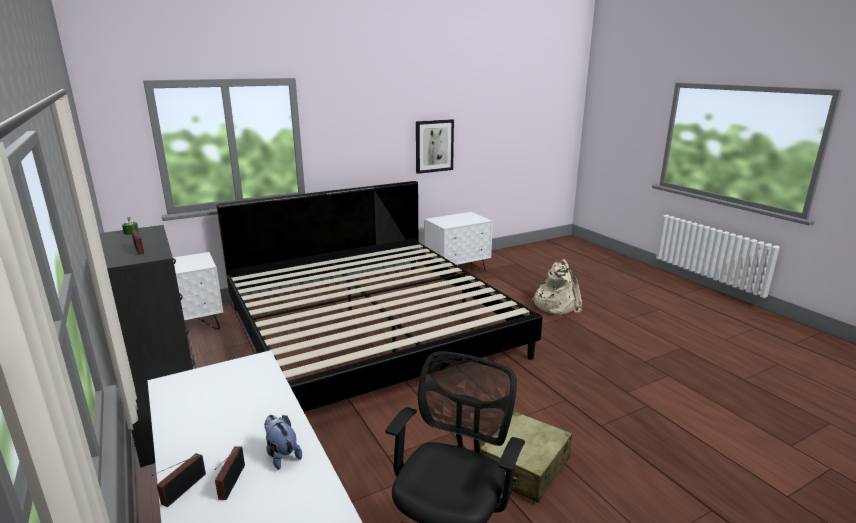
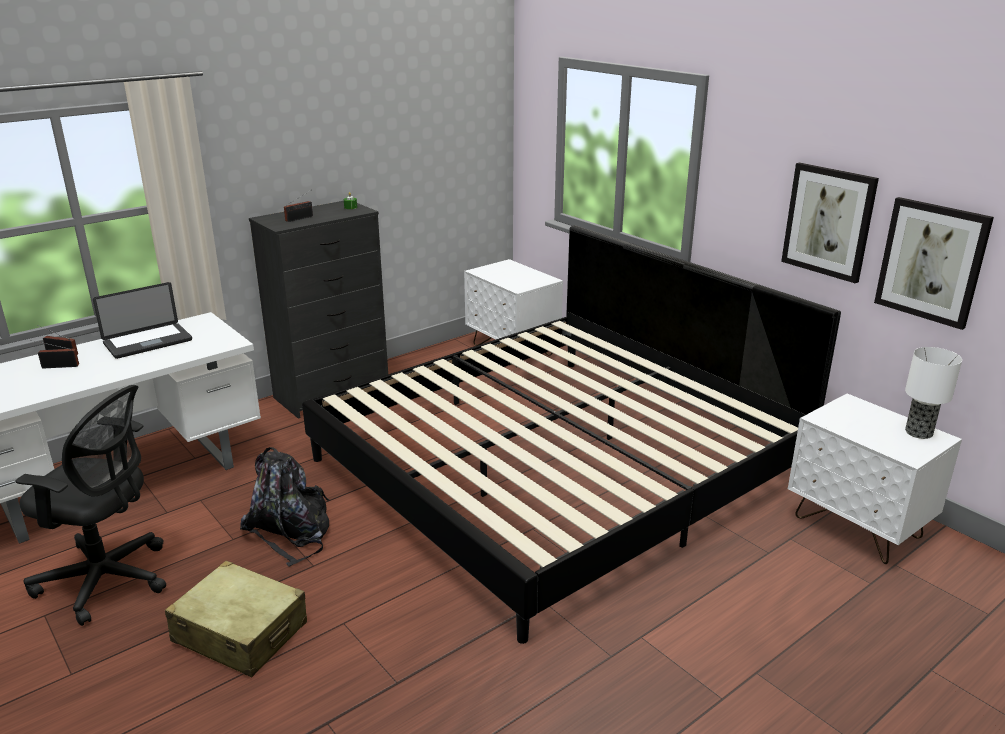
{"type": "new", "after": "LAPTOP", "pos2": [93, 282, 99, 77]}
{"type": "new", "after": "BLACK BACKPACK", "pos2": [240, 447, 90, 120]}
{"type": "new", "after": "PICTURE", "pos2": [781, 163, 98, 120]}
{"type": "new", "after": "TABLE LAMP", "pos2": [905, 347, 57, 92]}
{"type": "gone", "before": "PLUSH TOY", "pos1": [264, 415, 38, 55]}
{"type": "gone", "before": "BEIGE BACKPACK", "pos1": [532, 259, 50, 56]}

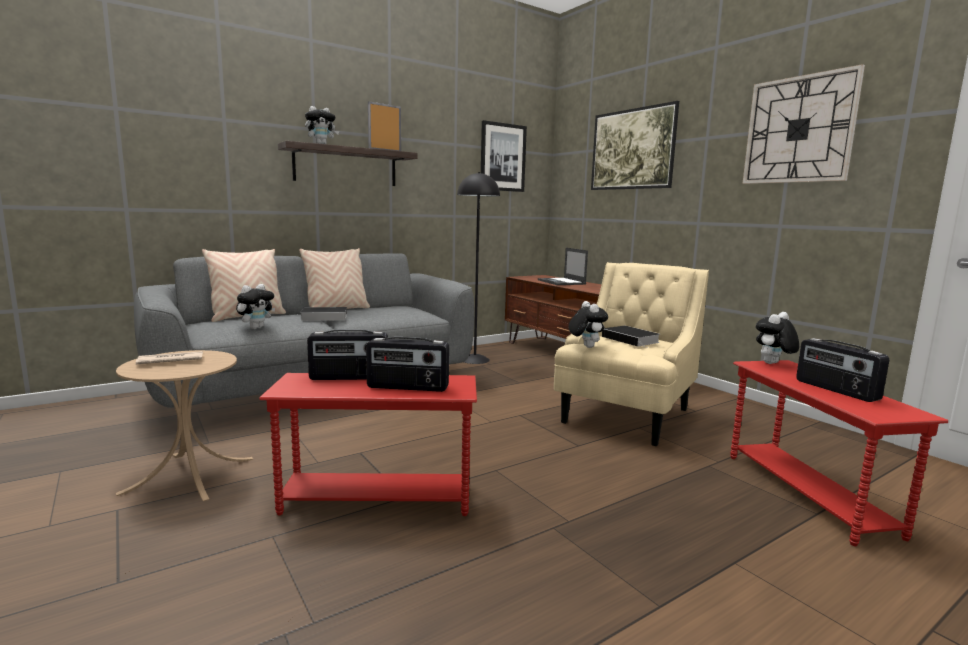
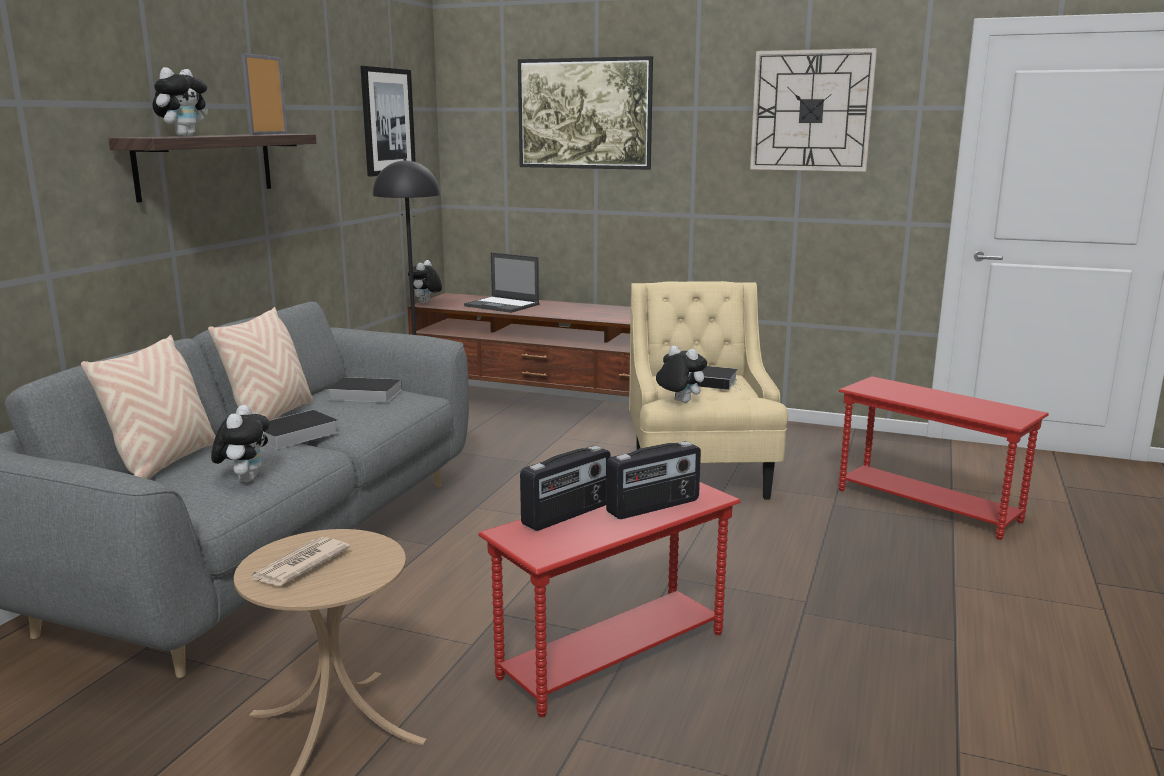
{"type": "new", "after": "BOOK", "pos2": [327, 377, 75, 26]}
{"type": "shifted", "before": "PLUSH TOY", "pos1": [756, 312, 43, 52], "pos2": [408, 260, 34, 44]}
{"type": "gone", "before": "RADIO", "pos1": [796, 338, 93, 64]}

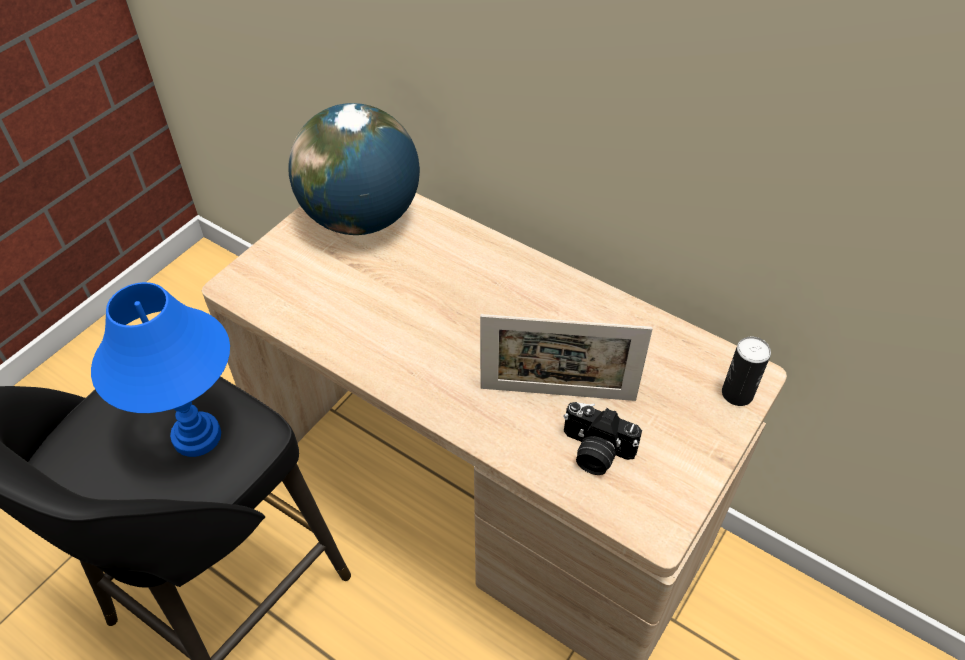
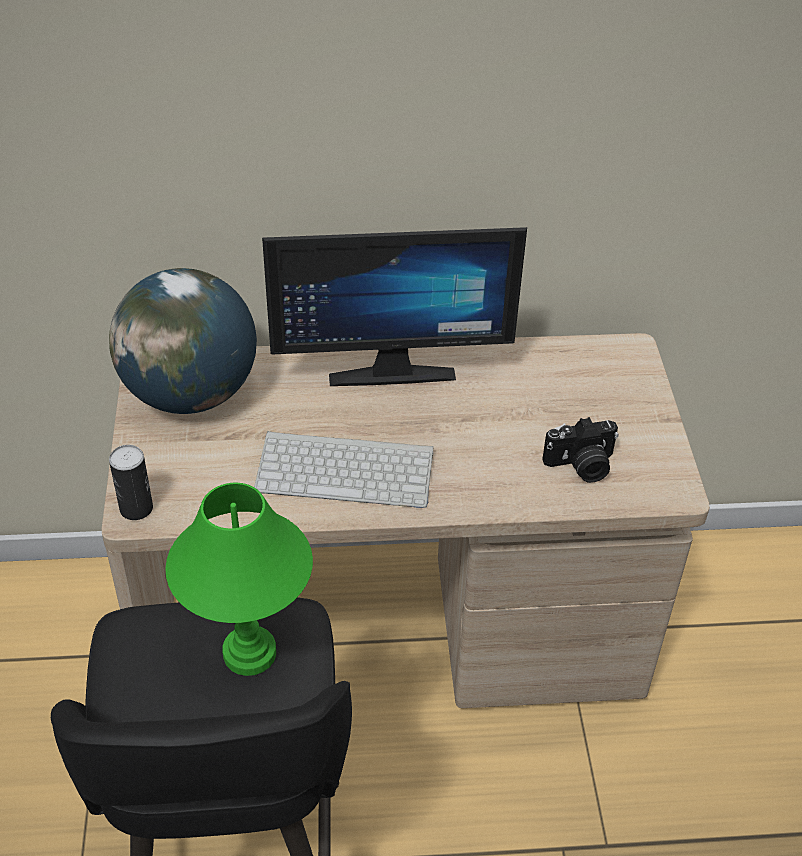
{"type": "shifted", "before": "CAN", "pos1": [722, 337, 49, 69], "pos2": [109, 445, 44, 75]}
{"type": "repainted", "before": "BLUE TABLE LAMP", "after": "GREEN TABLE LAMP", "pos1": [91, 282, 139, 175], "pos2": [165, 483, 148, 193]}
{"type": "new", "after": "KEYBOARD", "pos2": [254, 431, 180, 77]}
{"type": "new", "after": "MONITOR", "pos2": [262, 227, 265, 159]}
{"type": "gone", "before": "PICTURE FRAME", "pos1": [480, 314, 173, 87]}

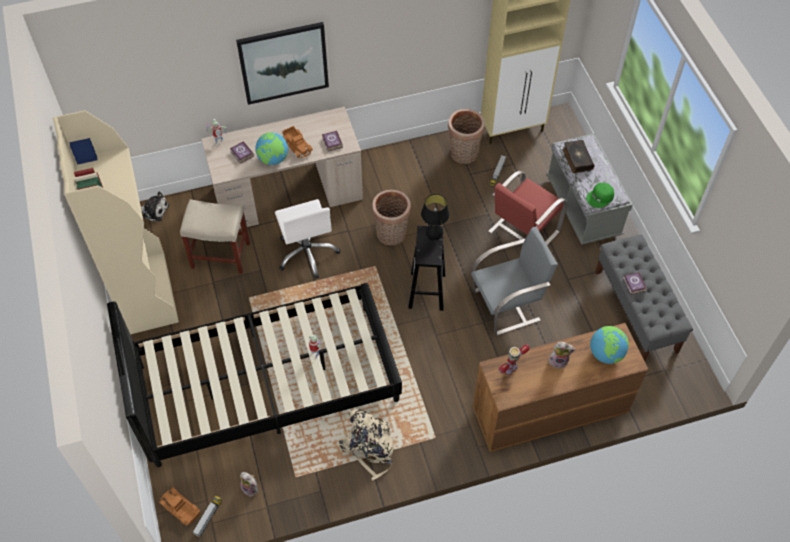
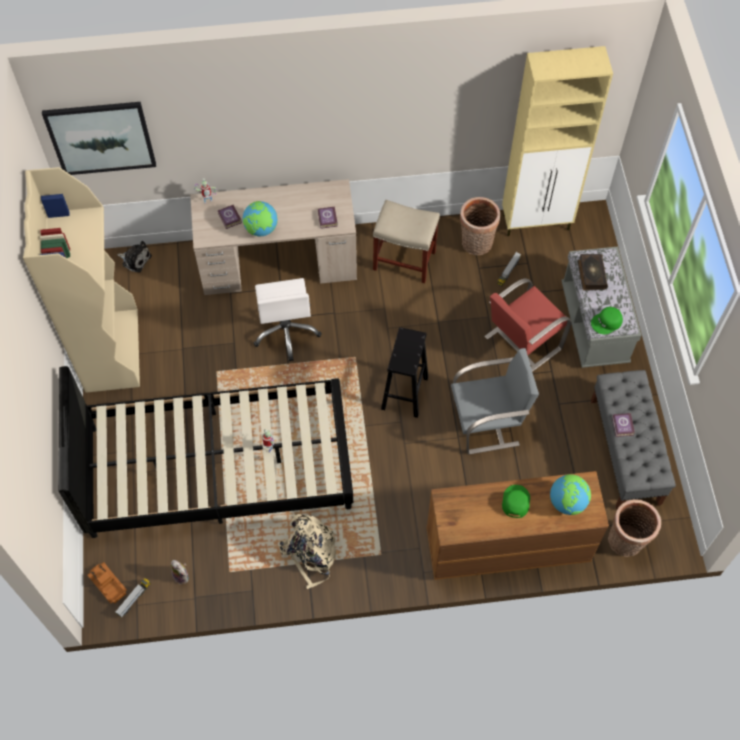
{"type": "shifted", "before": "PICTURE", "pos1": [236, 22, 93, 83], "pos2": [42, 102, 114, 73]}
{"type": "shifted", "before": "BEIGE STOOL", "pos1": [180, 199, 70, 75], "pos2": [373, 200, 67, 83]}
{"type": "swapped", "before": "PLUSH TOY", "after": "GREEN CAP", "pos1": [548, 342, 28, 27], "pos2": [502, 485, 28, 33]}
{"type": "shifted", "before": "BASKET", "pos1": [372, 189, 39, 56], "pos2": [608, 500, 53, 57]}
{"type": "gone", "before": "TOY TRUCK", "pos1": [282, 126, 31, 32]}
{"type": "gone", "before": "BLACK TABLE LAMP", "pos1": [421, 194, 28, 47]}
{"type": "gone", "before": "TOY ROBOT", "pos1": [499, 344, 31, 31]}

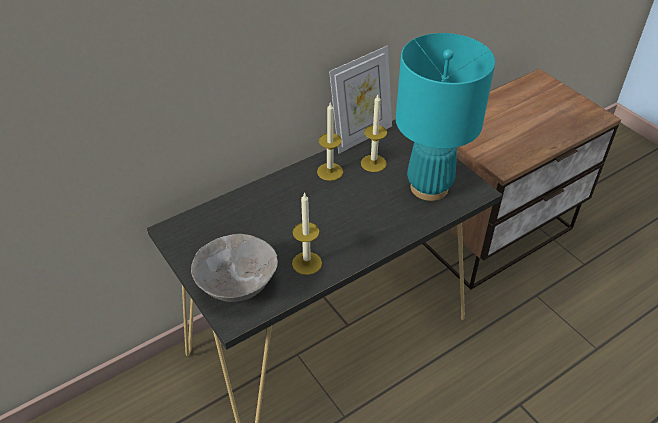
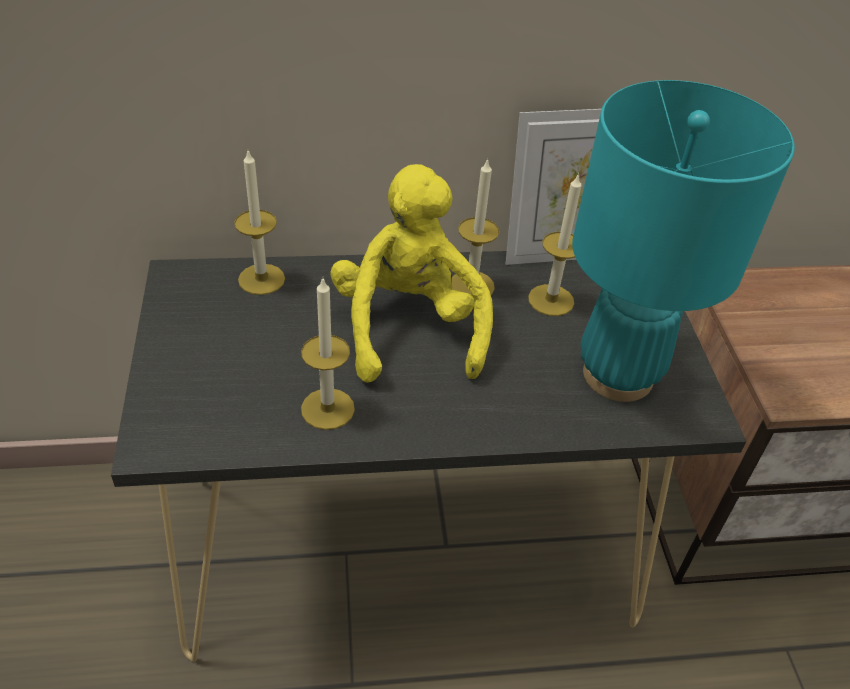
{"type": "new", "after": "CANDLE", "pos2": [234, 151, 51, 144]}
{"type": "new", "after": "YELLOW PLUSH TOY", "pos2": [331, 164, 162, 219]}
{"type": "gone", "before": "GREY BOWL", "pos1": [191, 234, 87, 68]}

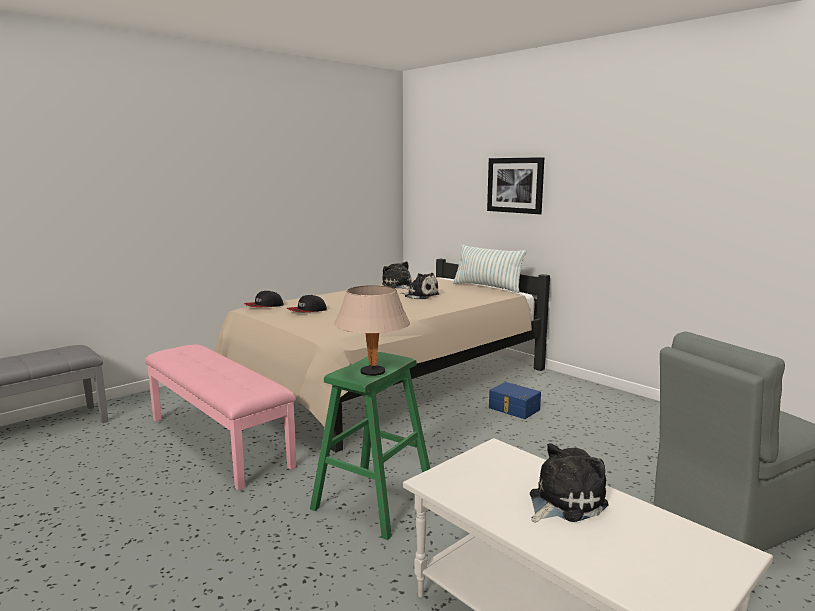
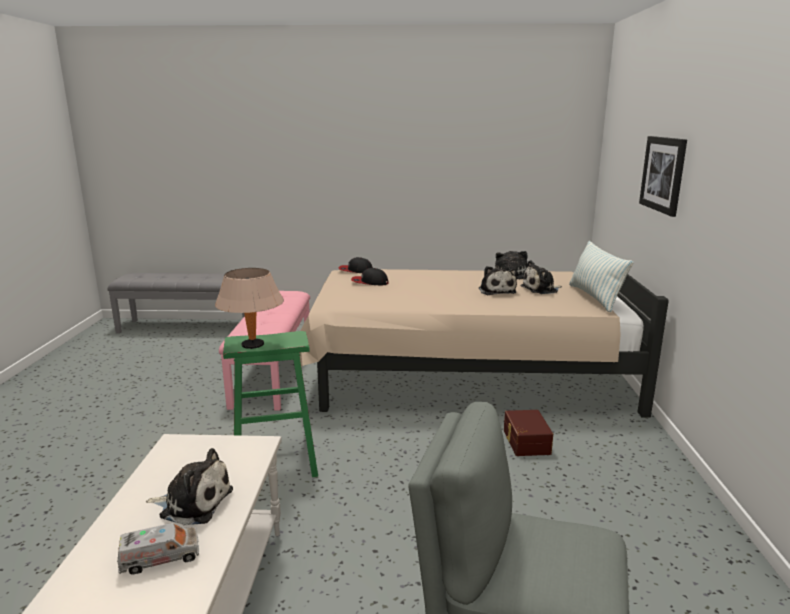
{"type": "new", "after": "TOY TRUCK", "pos2": [117, 523, 82, 52]}
{"type": "repainted", "before": "BLUE STORAGE BOX", "after": "BROWN STORAGE BOX", "pos1": [489, 382, 52, 37], "pos2": [504, 410, 49, 46]}
{"type": "new", "after": "PLUSH TOY", "pos2": [521, 260, 41, 34]}

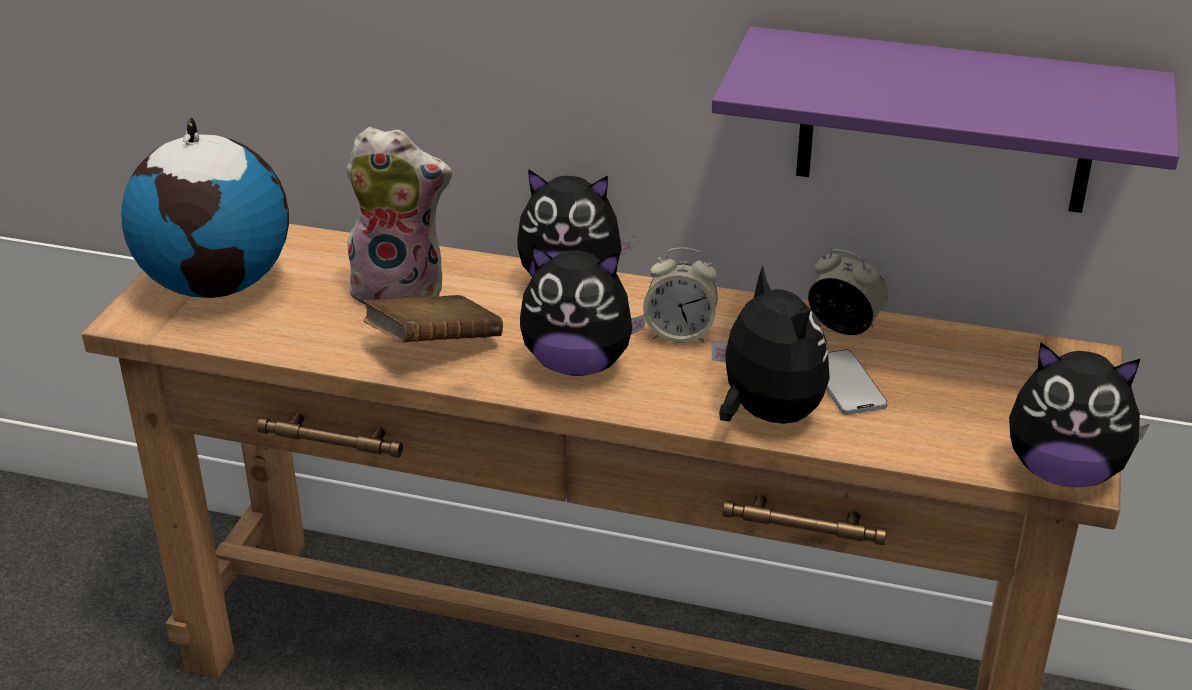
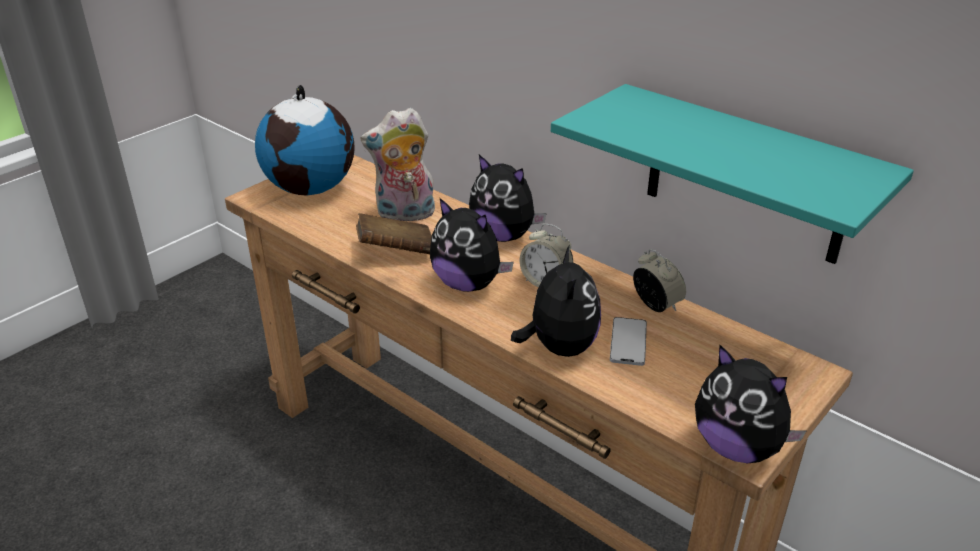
{"type": "rotated", "before": "PLUSH TOY", "pos1": [346, 127, 106, 182], "pos2": [360, 108, 75, 113], "turn": 135}
{"type": "repainted", "before": "PURPLE SHELF", "after": "TURQUOISE SHELF", "pos1": [712, 26, 467, 187], "pos2": [551, 84, 363, 180]}

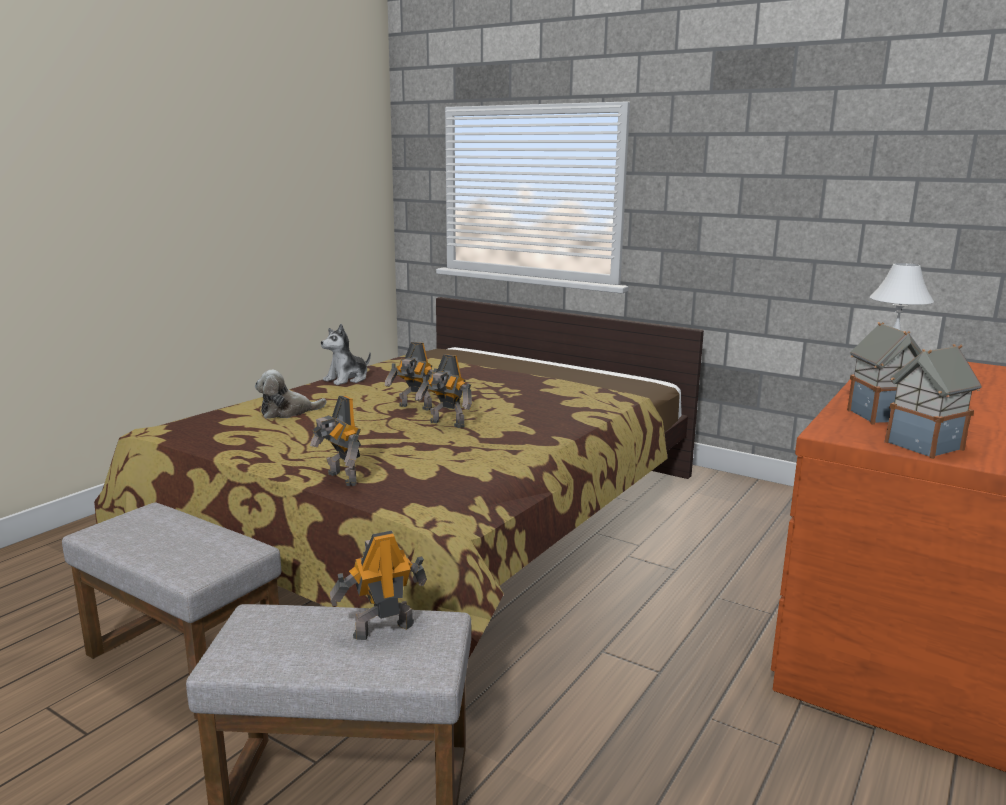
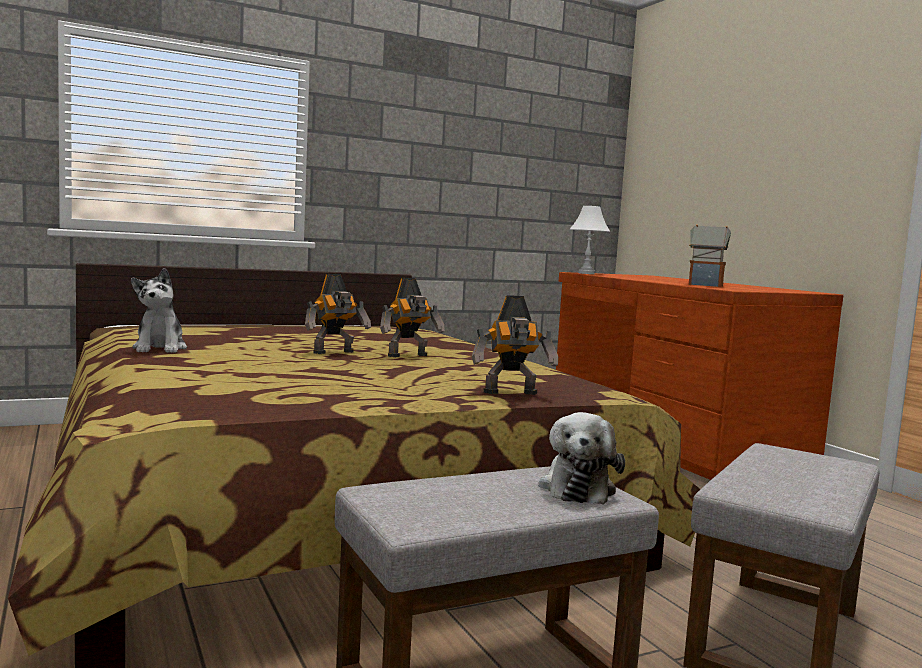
{"type": "shifted", "before": "PLUSH TOY", "pos1": [255, 370, 72, 49], "pos2": [539, 412, 86, 93]}
{"type": "gone", "before": "TOY ROBOT", "pos1": [330, 531, 97, 109]}
{"type": "gone", "before": "TOY HOUSE", "pos1": [884, 344, 97, 115]}

